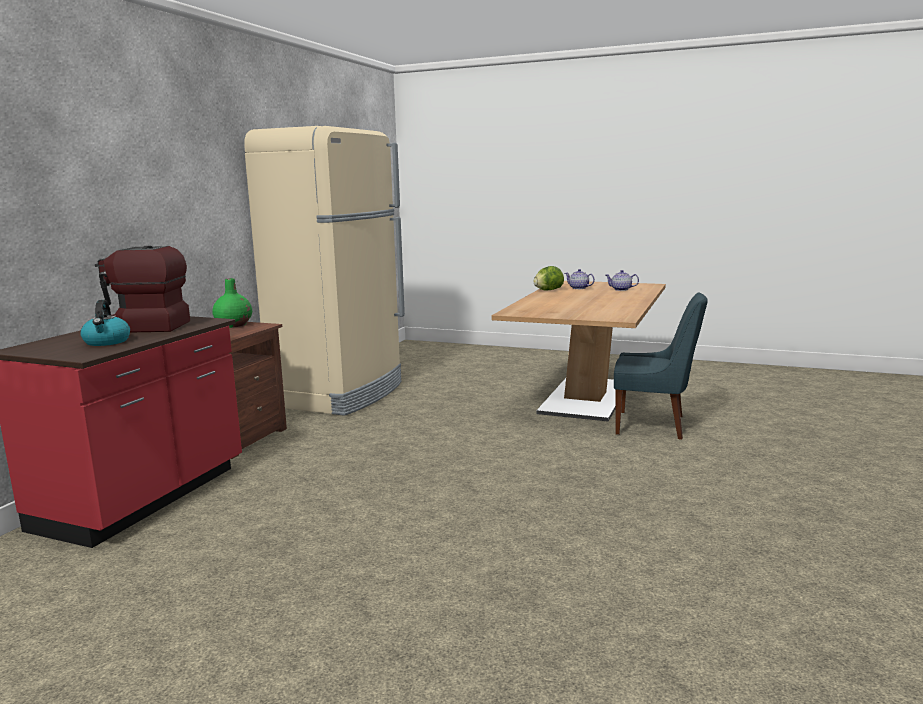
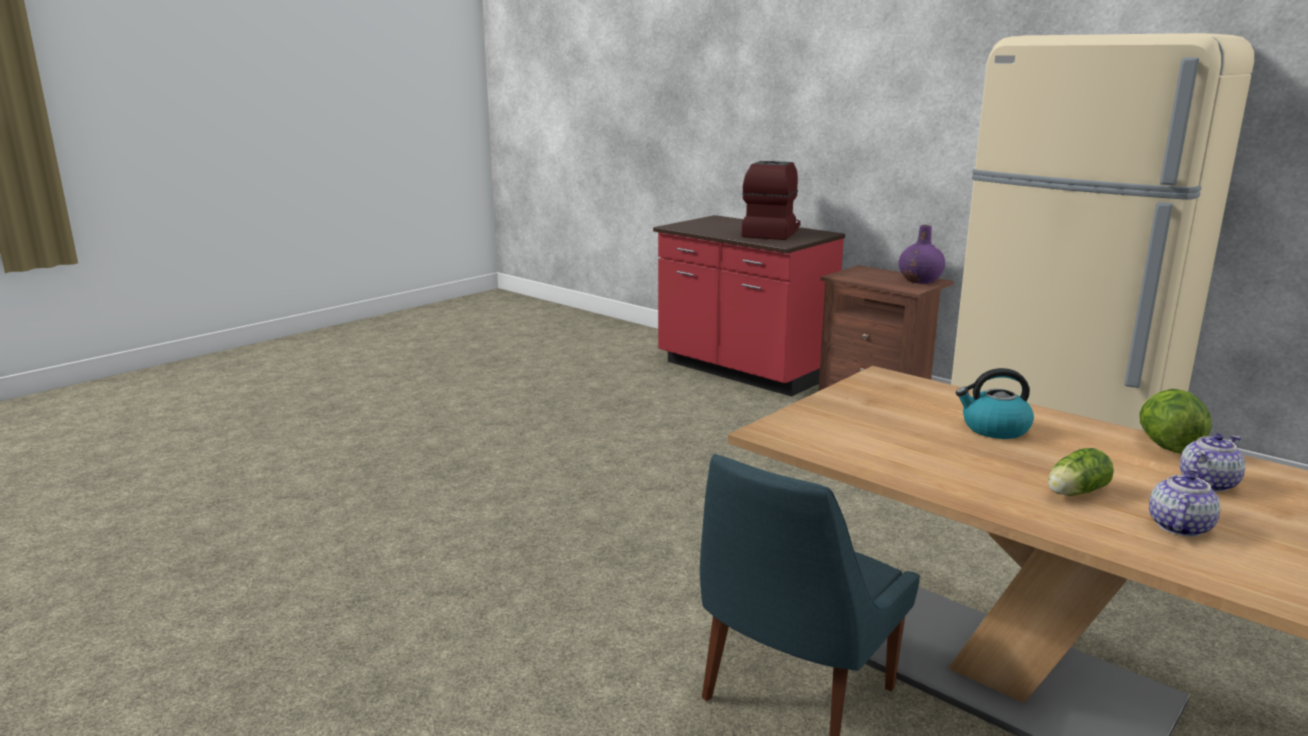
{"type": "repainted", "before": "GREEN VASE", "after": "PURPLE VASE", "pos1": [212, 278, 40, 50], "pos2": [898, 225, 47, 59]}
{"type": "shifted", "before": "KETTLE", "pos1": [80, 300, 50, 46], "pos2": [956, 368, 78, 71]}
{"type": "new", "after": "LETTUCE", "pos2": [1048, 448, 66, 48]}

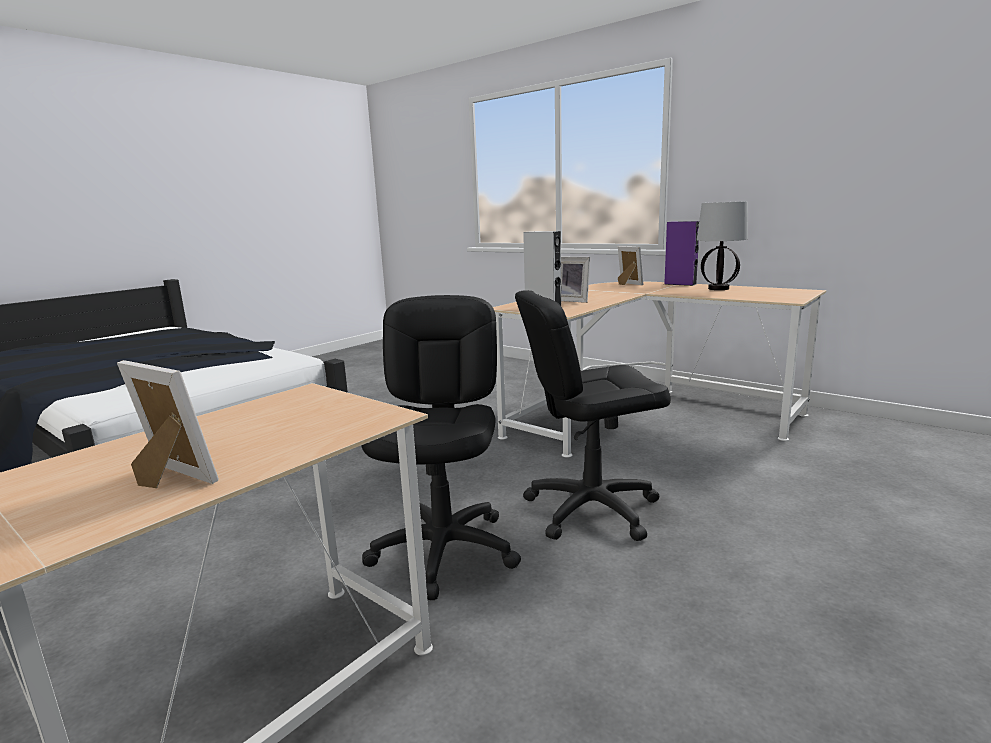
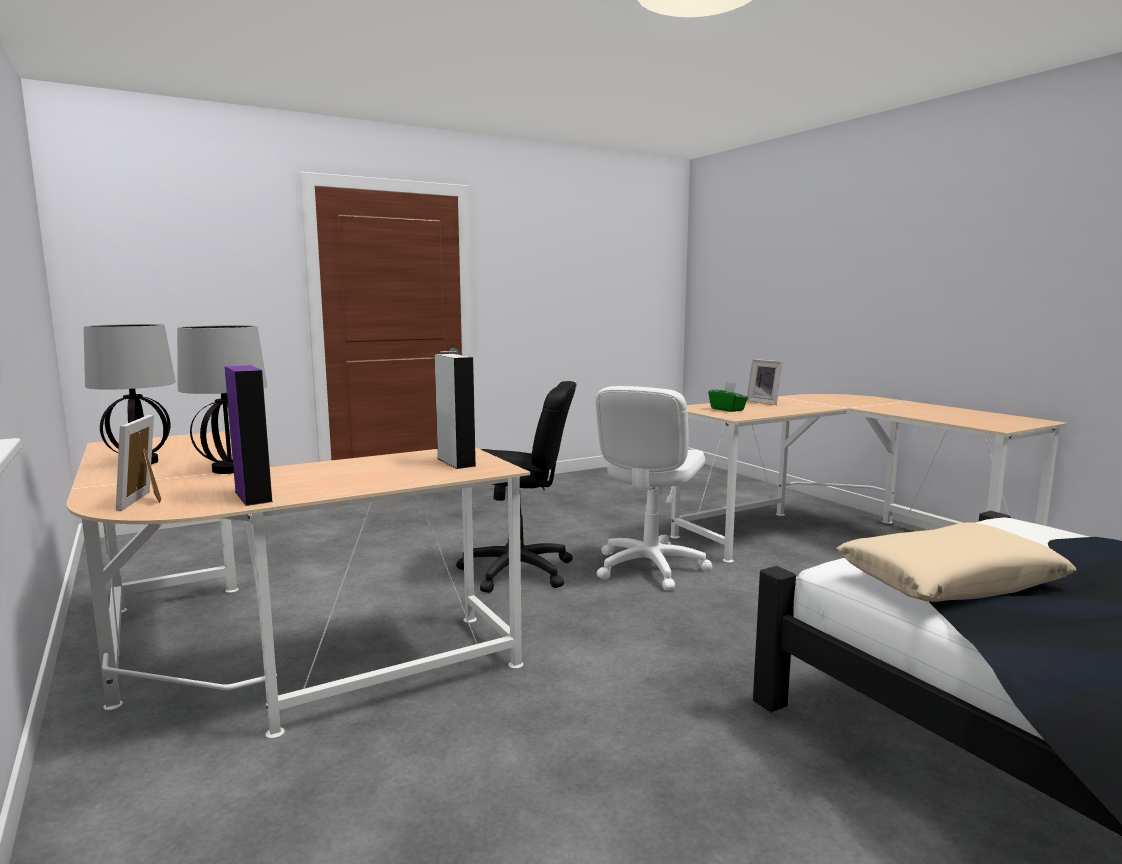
{"type": "new", "after": "TABLE LAMP", "pos2": [177, 325, 90, 149]}
{"type": "shifted", "before": "PURPLE SPEAKER", "pos1": [664, 221, 35, 65], "pos2": [225, 365, 48, 141]}
{"type": "repainted", "before": "BLACK OFFICE CHAIR", "after": "WHITE OFFICE CHAIR", "pos1": [361, 295, 160, 305], "pos2": [595, 386, 118, 205]}
{"type": "new", "after": "GREEN TISSUE BOX", "pos2": [708, 382, 40, 30]}
{"type": "new", "after": "BEIGE PILLOW", "pos2": [837, 522, 239, 80]}
{"type": "gone", "before": "PICTURE FRAME", "pos1": [561, 257, 29, 46]}

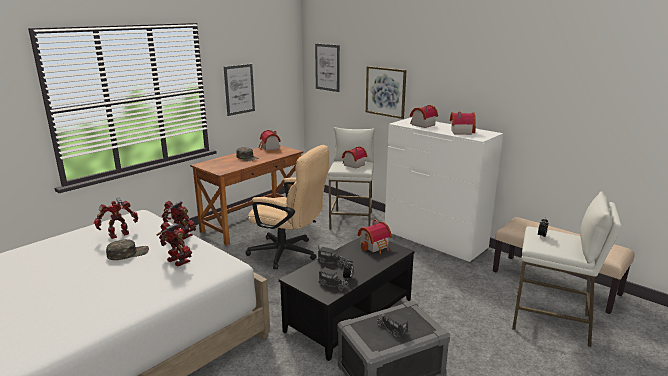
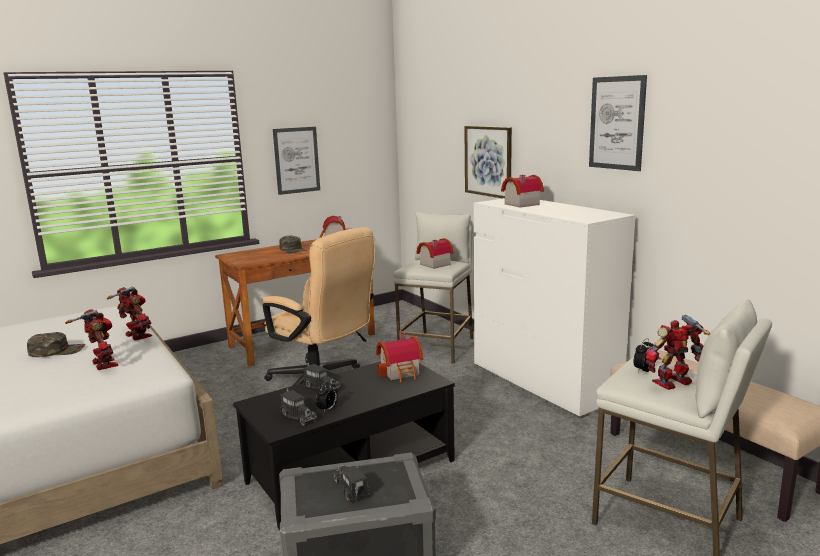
{"type": "shifted", "before": "PICTURE", "pos1": [315, 44, 25, 48], "pos2": [589, 75, 58, 96]}
{"type": "shifted", "before": "TOY ROBOT", "pos1": [94, 198, 44, 41], "pos2": [645, 315, 65, 75]}
{"type": "gone", "before": "TOY HOUSE", "pos1": [450, 112, 26, 23]}

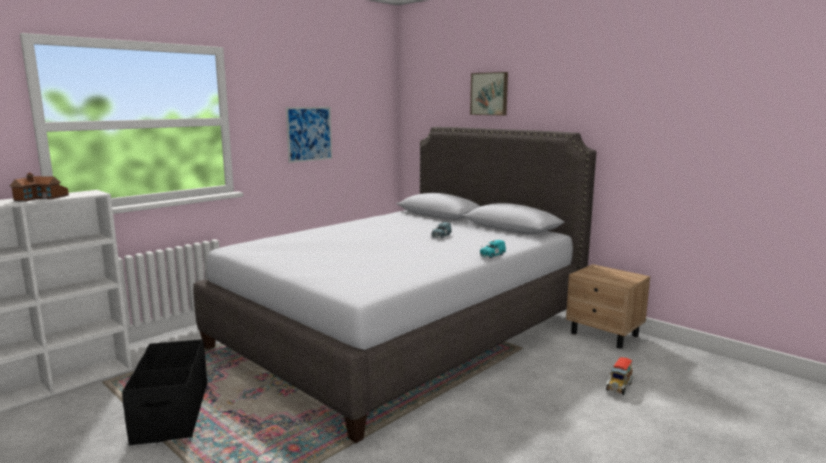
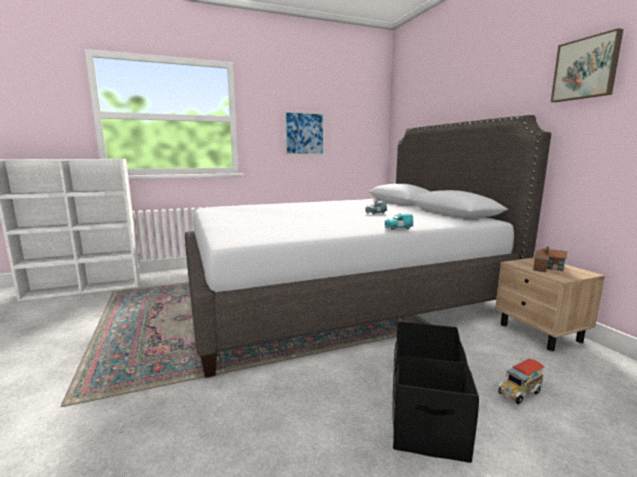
{"type": "shifted", "before": "BLACK STORAGE BOX", "pos1": [122, 339, 85, 106], "pos2": [392, 322, 87, 141]}
{"type": "shifted", "before": "TOY HOUSE", "pos1": [10, 173, 59, 29], "pos2": [533, 246, 34, 26]}
{"type": "shifted", "before": "PICTURE", "pos1": [470, 72, 38, 44], "pos2": [551, 28, 72, 74]}

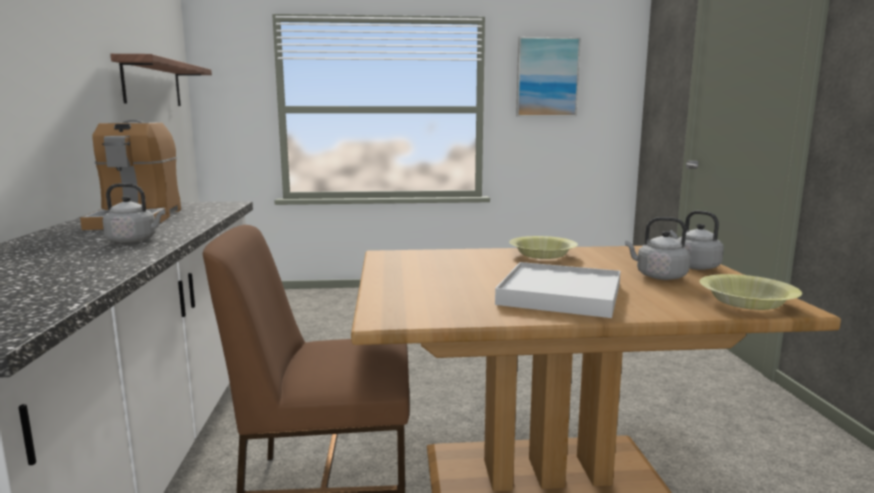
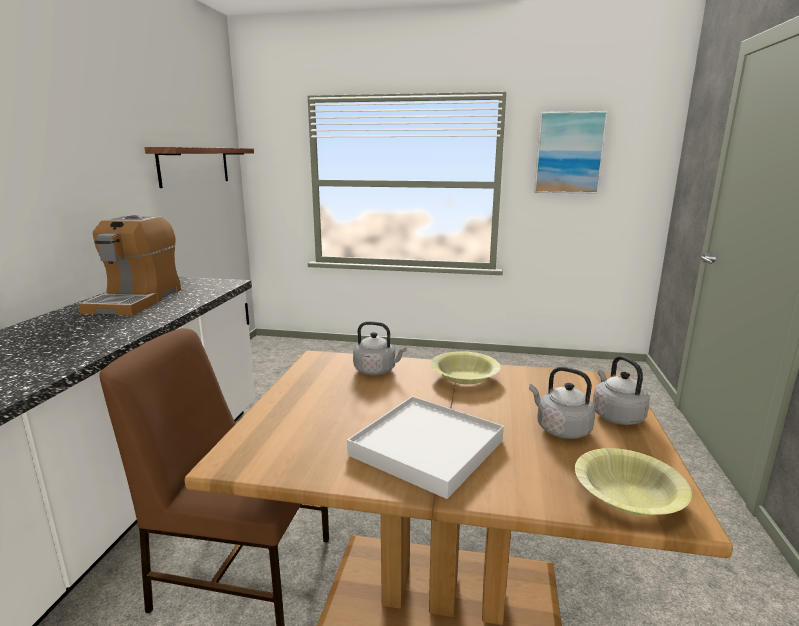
{"type": "shifted", "before": "GREY KETTLE", "pos1": [102, 183, 63, 60], "pos2": [353, 321, 54, 54]}

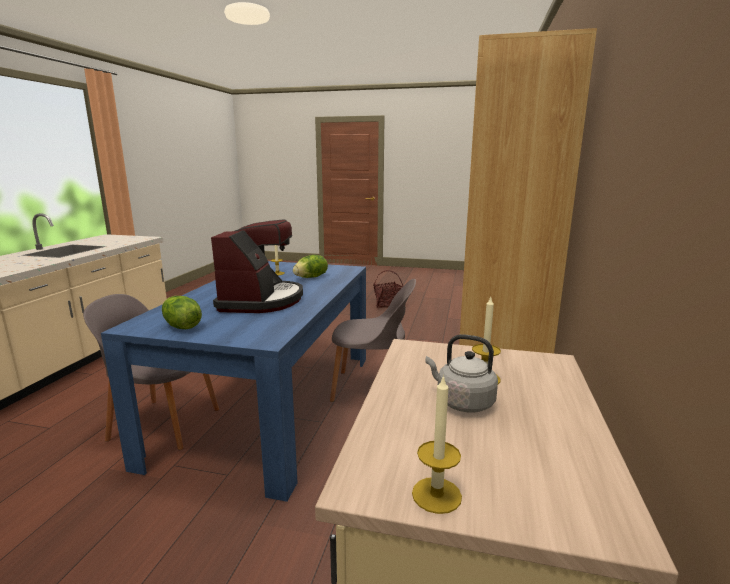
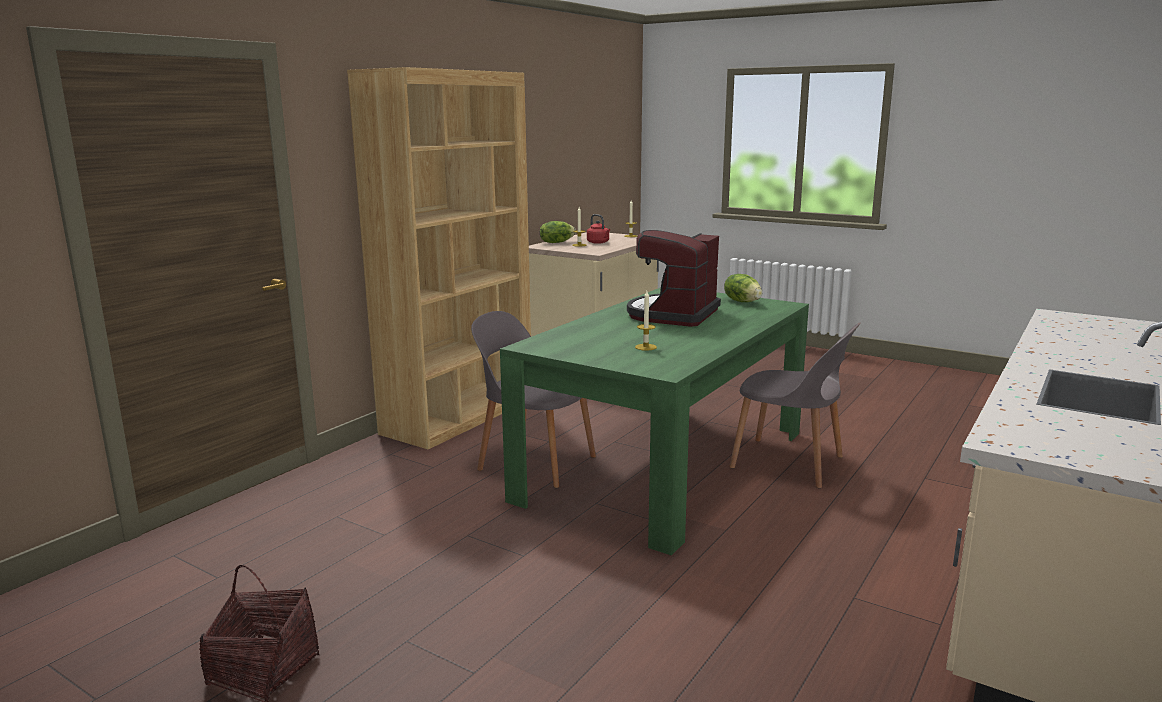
{"type": "repainted", "before": "BLUE DINING TABLE", "after": "GREEN DINING TABLE", "pos1": [101, 261, 265, 241], "pos2": [500, 288, 309, 267]}
{"type": "shifted", "before": "LETTUCE", "pos1": [293, 255, 35, 23], "pos2": [540, 221, 36, 22]}
{"type": "repainted", "before": "GREY KETTLE", "after": "RED KETTLE", "pos1": [425, 334, 73, 78], "pos2": [587, 214, 23, 30]}

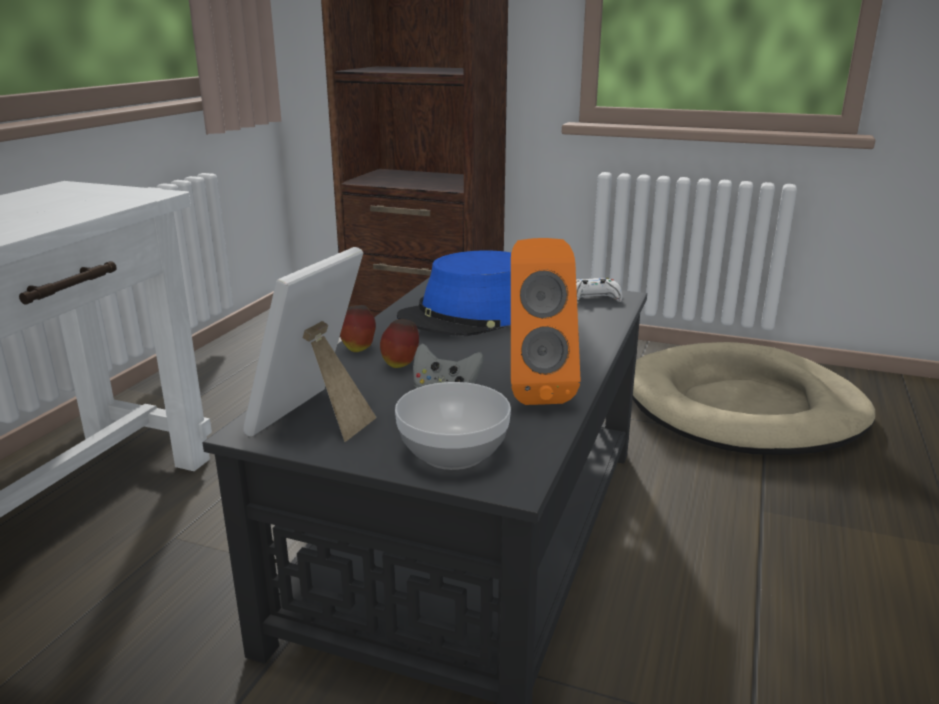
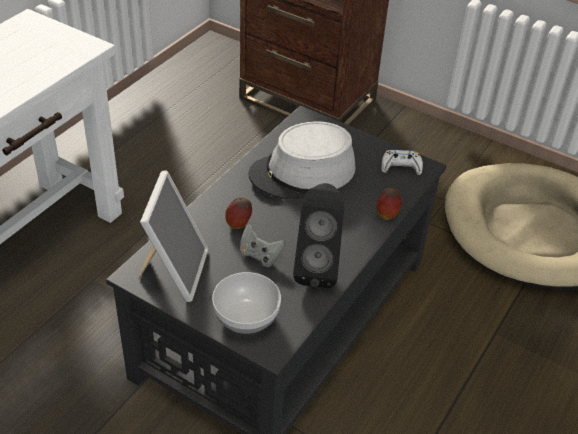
{"type": "rotated", "before": "PICTURE FRAME", "pos1": [243, 247, 134, 195], "pos2": [138, 170, 70, 132], "turn": 150}
{"type": "repainted", "before": "BLUE HAT", "after": "GREY HAT", "pos1": [397, 250, 114, 86], "pos2": [248, 121, 108, 79]}
{"type": "repainted", "before": "ORANGE SPEAKER", "after": "BLACK SPEAKER", "pos1": [511, 238, 70, 167], "pos2": [293, 183, 51, 105]}
{"type": "shifted", "before": "APPLE", "pos1": [340, 305, 36, 47], "pos2": [376, 188, 26, 32]}

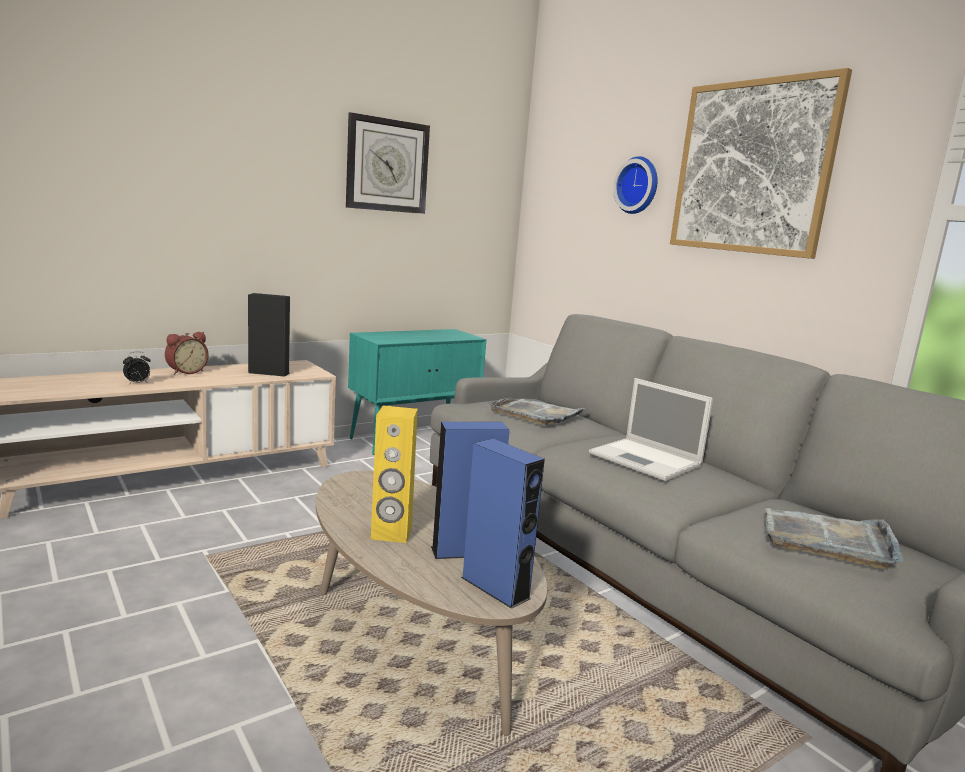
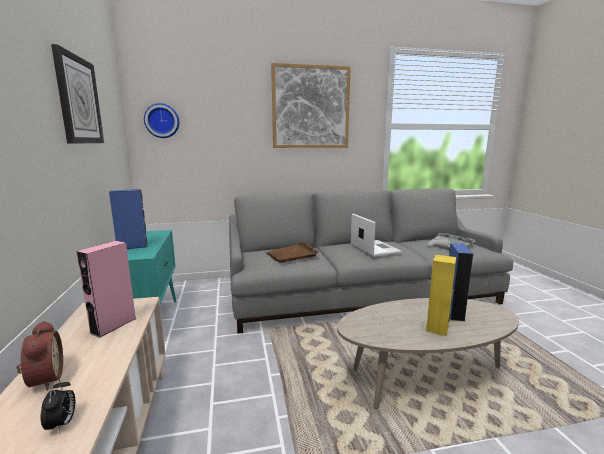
{"type": "repainted", "before": "BLACK SPEAKER", "after": "PINK SPEAKER", "pos1": [248, 293, 42, 84], "pos2": [77, 241, 60, 97]}
{"type": "shifted", "before": "BLUE SPEAKER", "pos1": [461, 439, 84, 170], "pos2": [109, 189, 39, 60]}
{"type": "shifted", "before": "WALL CLOCK", "pos1": [613, 156, 44, 58], "pos2": [144, 103, 35, 35]}
{"type": "repainted", "before": "GREY TRAY", "after": "BROWN TRAY", "pos1": [489, 397, 96, 28], "pos2": [265, 242, 54, 21]}
{"type": "rotated", "before": "LAPTOP", "pos1": [589, 378, 124, 103], "pos2": [351, 214, 51, 43], "turn": -90}

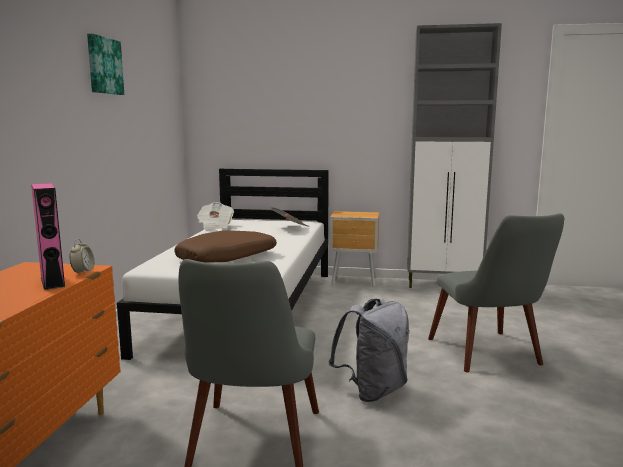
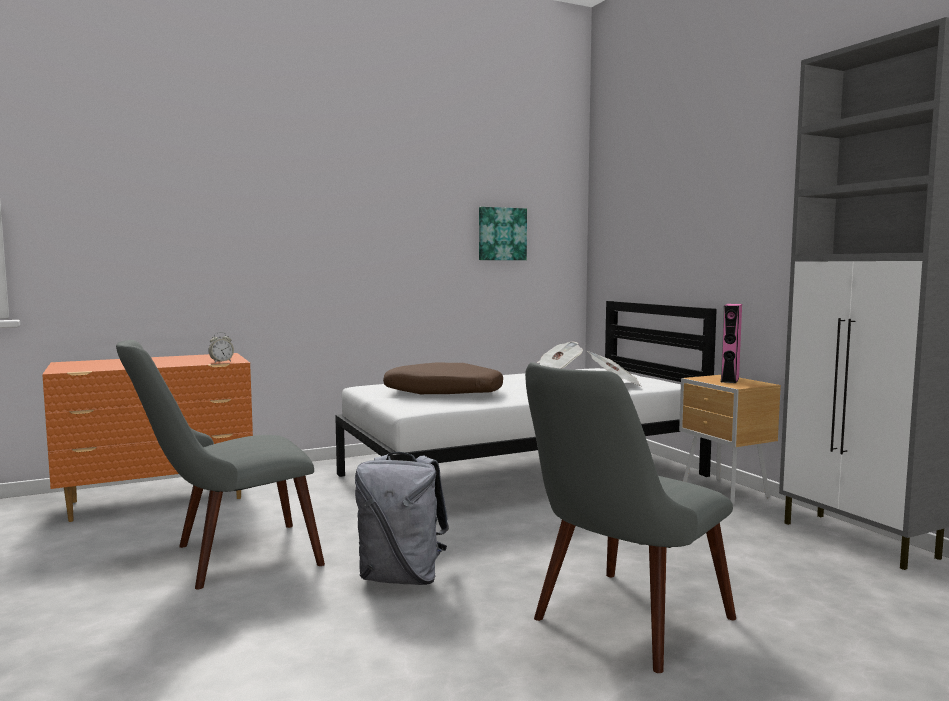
{"type": "shifted", "before": "PICTURE", "pos1": [87, 33, 37, 62], "pos2": [479, 207, 48, 53]}
{"type": "shifted", "before": "PINK SPEAKER", "pos1": [31, 183, 34, 107], "pos2": [721, 304, 21, 79]}

